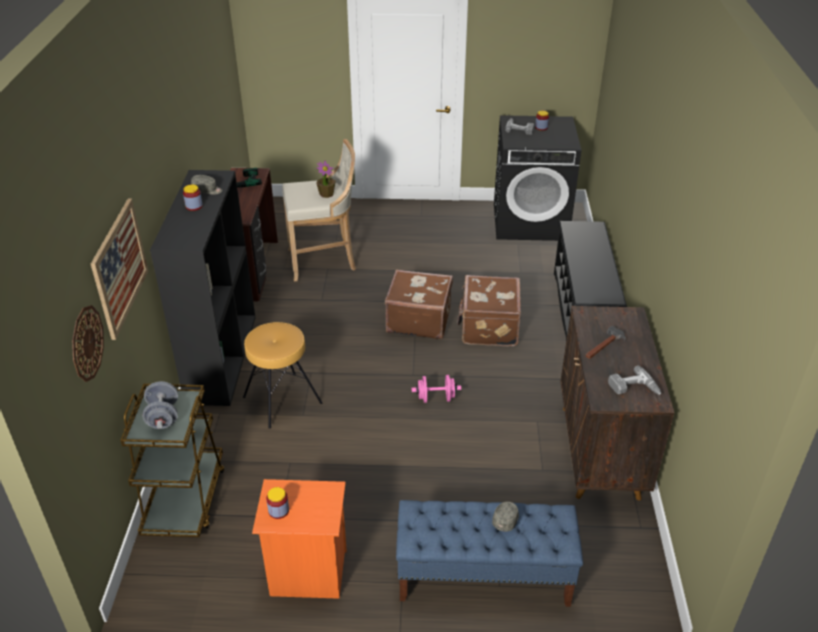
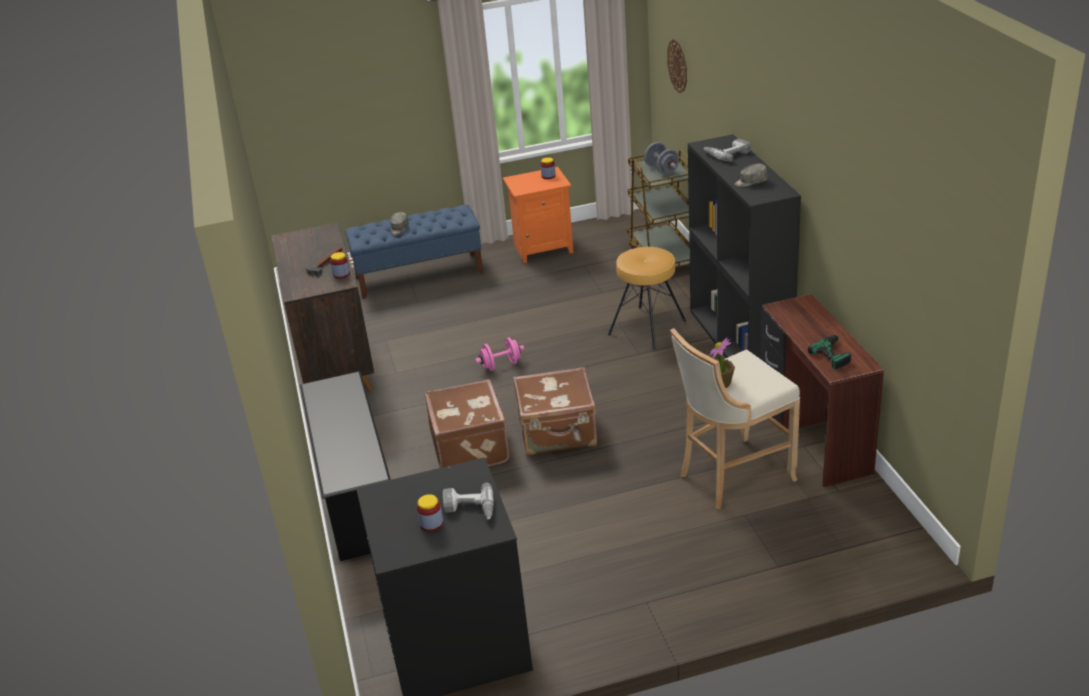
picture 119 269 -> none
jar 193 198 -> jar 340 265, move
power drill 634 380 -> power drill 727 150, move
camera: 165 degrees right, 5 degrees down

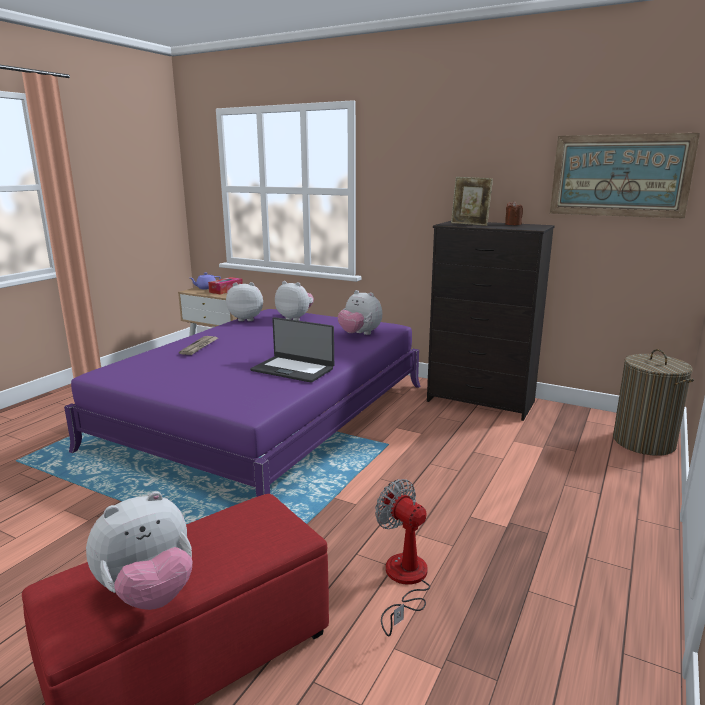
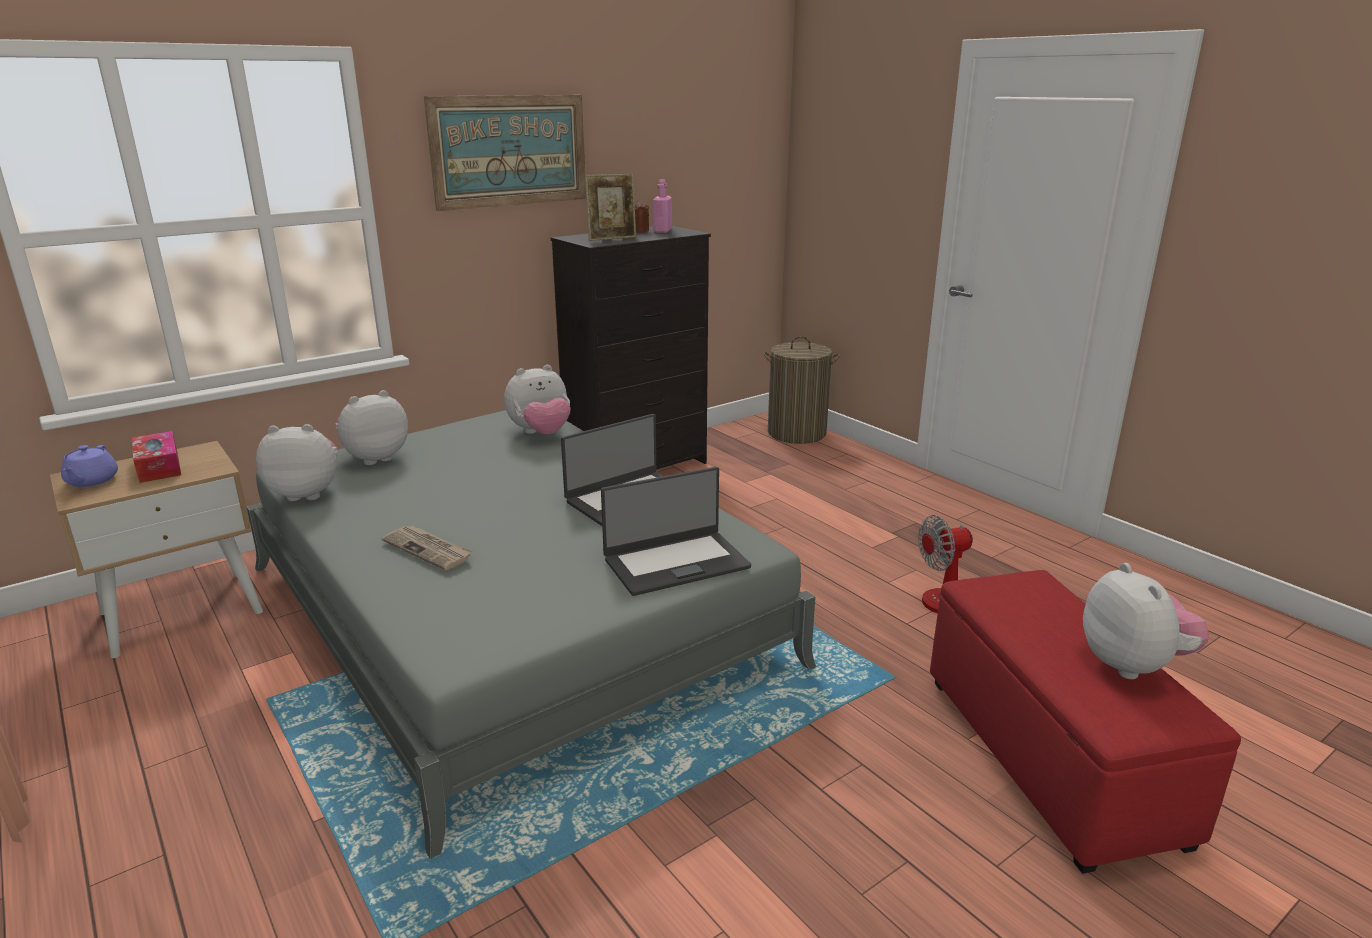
purple bed 242 403 -> grey bed 531 634
plush toy 244 301 -> plush toy 296 462, 60 degrees clockwise
picture 625 176 -> picture 505 153, move
none -> laptop 676 531
none -> pink bottle 662 206
camera: 65 degrees left, 5 degrees up

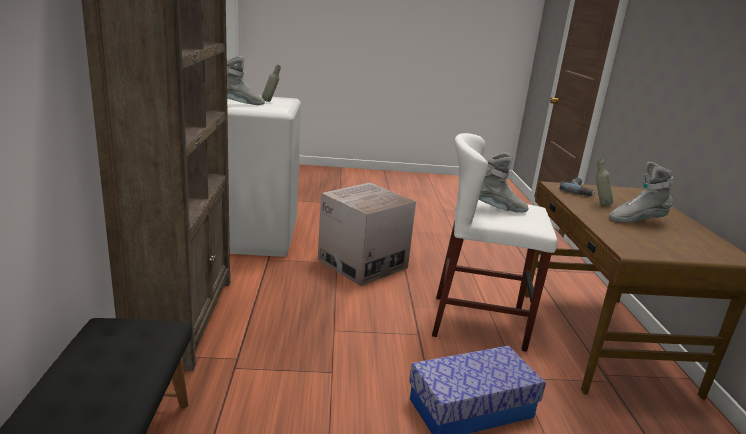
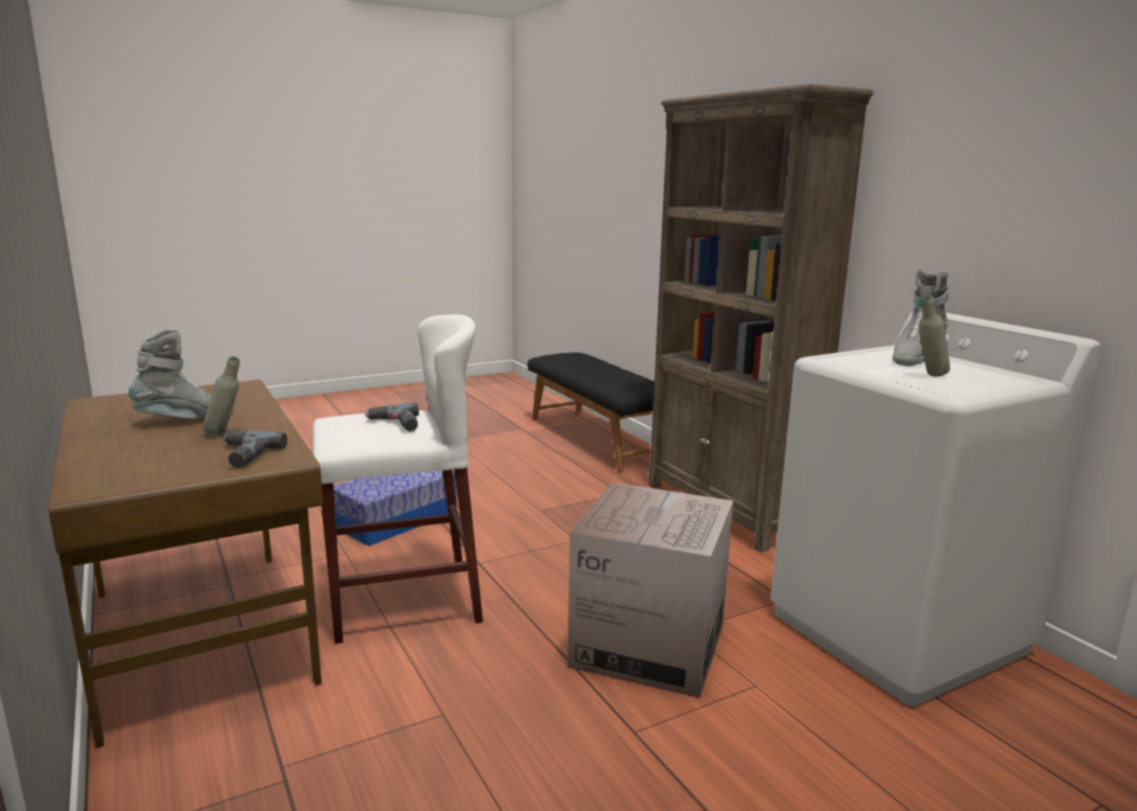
grey boot 503 183 -> power drill 392 417
camera: 155 degrees right, 5 degrees down

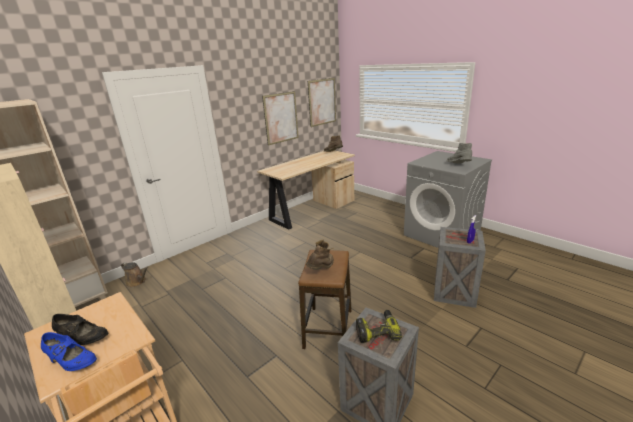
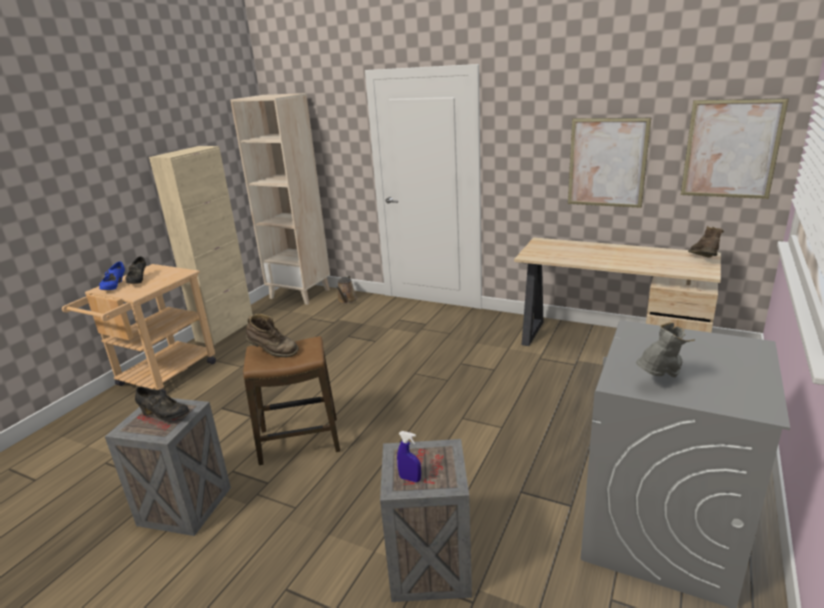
power drill 379 326 -> black shoe 162 403
camera: 70 degrees right, 0 degrees up

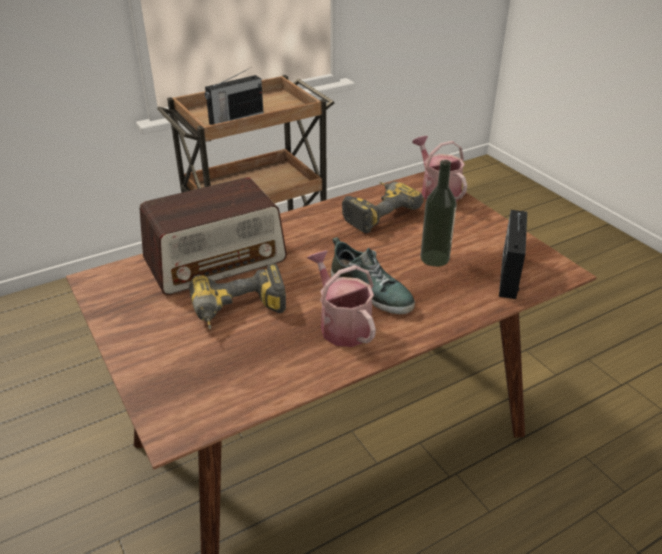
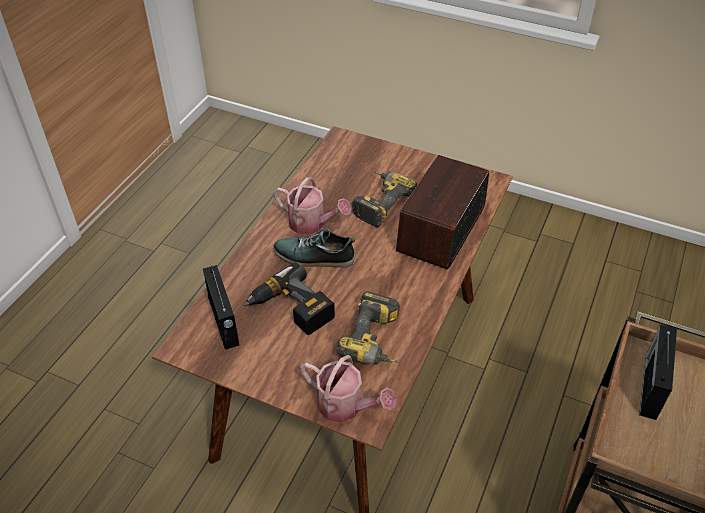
bottle 438 213 -> power drill 289 298
camera: 145 degrees right, 10 degrees up

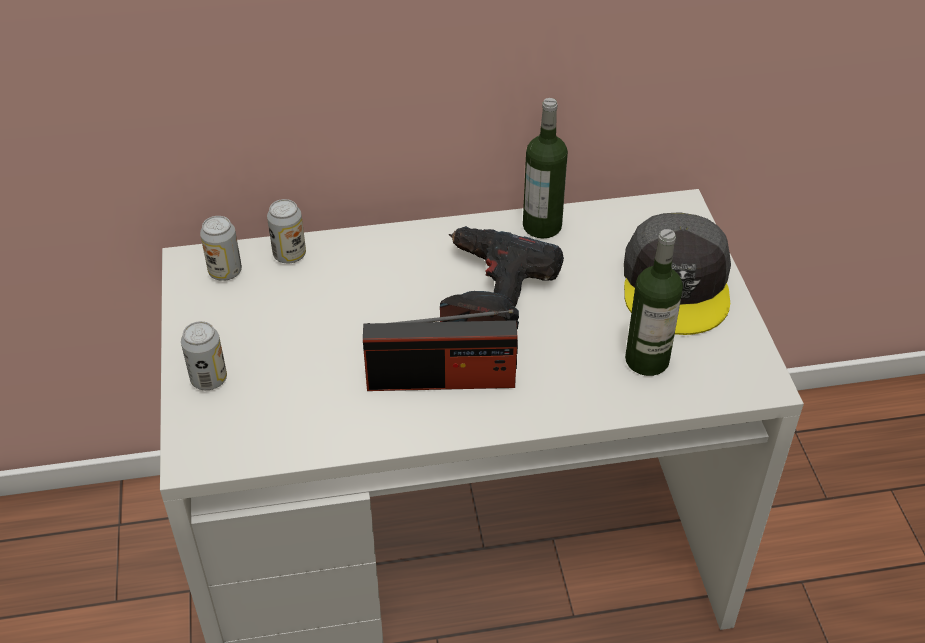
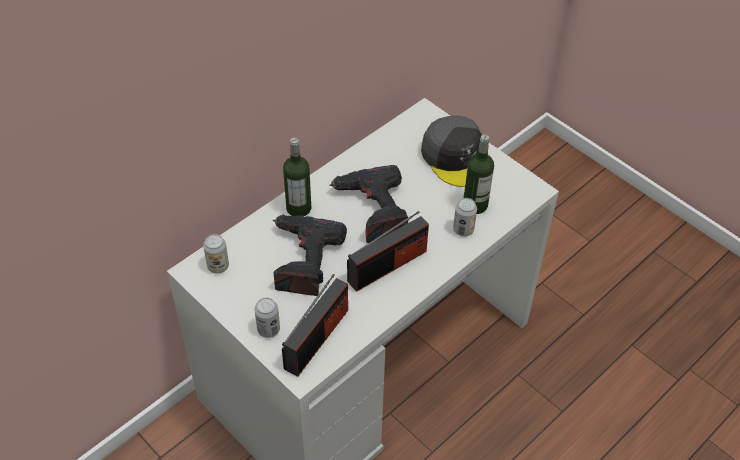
can 286 231 -> can 465 217, move
bottle 545 168 -> bottle 297 176, move
none -> power drill 310 255
none -> radio 315 325
camera: 35 degrees left, 5 degrees up

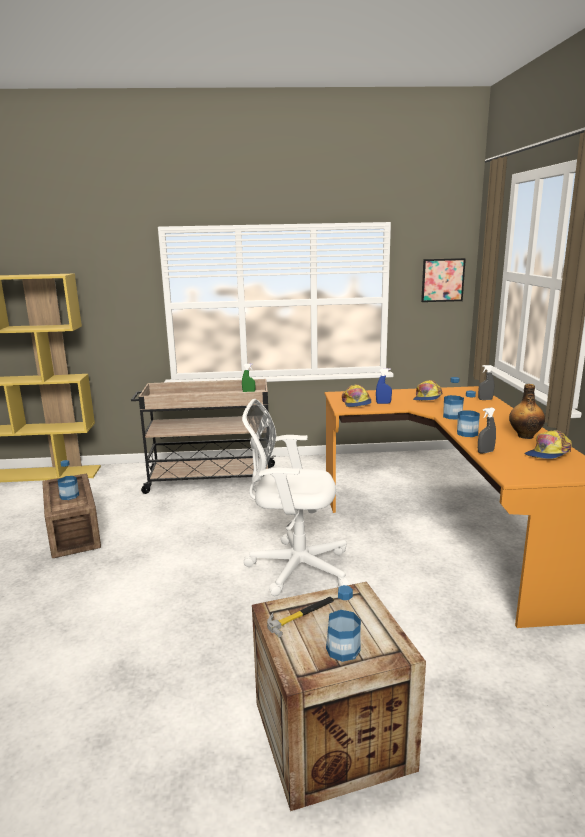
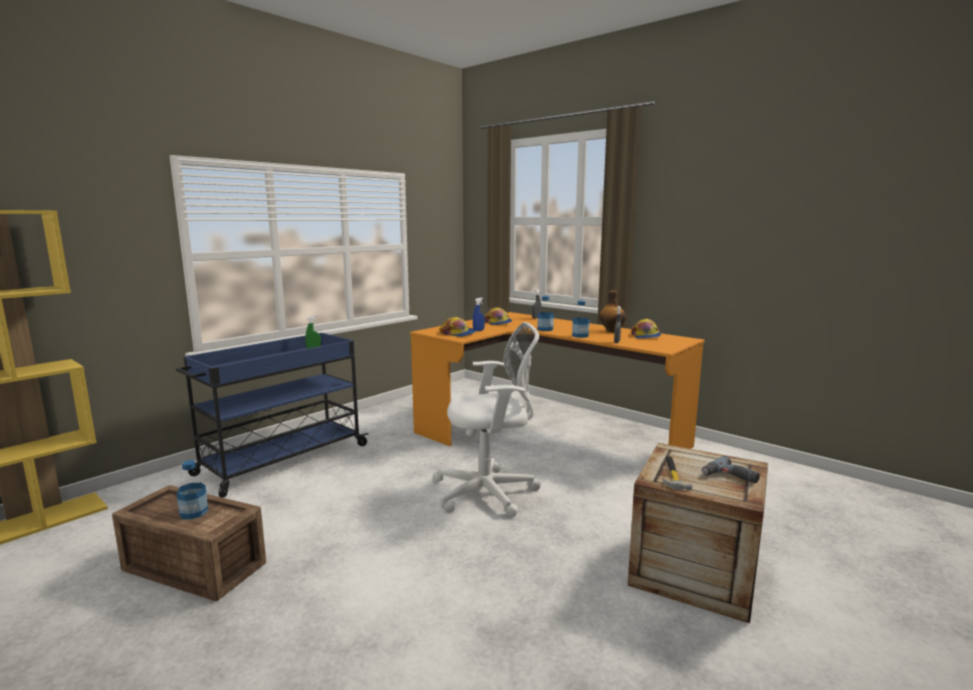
beige cart 203 436 -> blue cart 272 415
white office chair 295 497 -> white office chair 487 419, 150 degrees counterclockwise
bottle 343 623 -> power drill 731 469
picture 443 280 -> none
camera: 45 degrees left, 5 degrees down

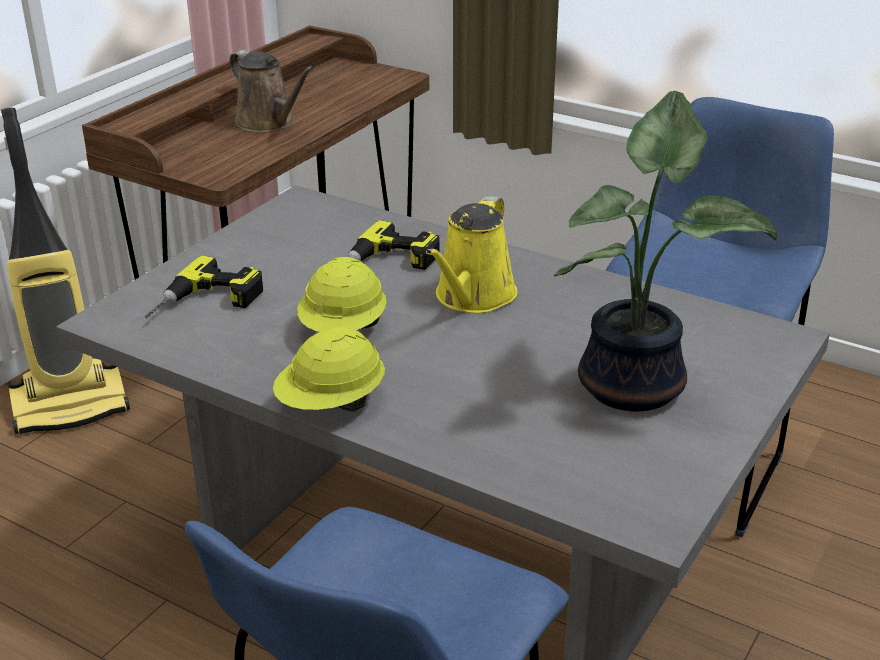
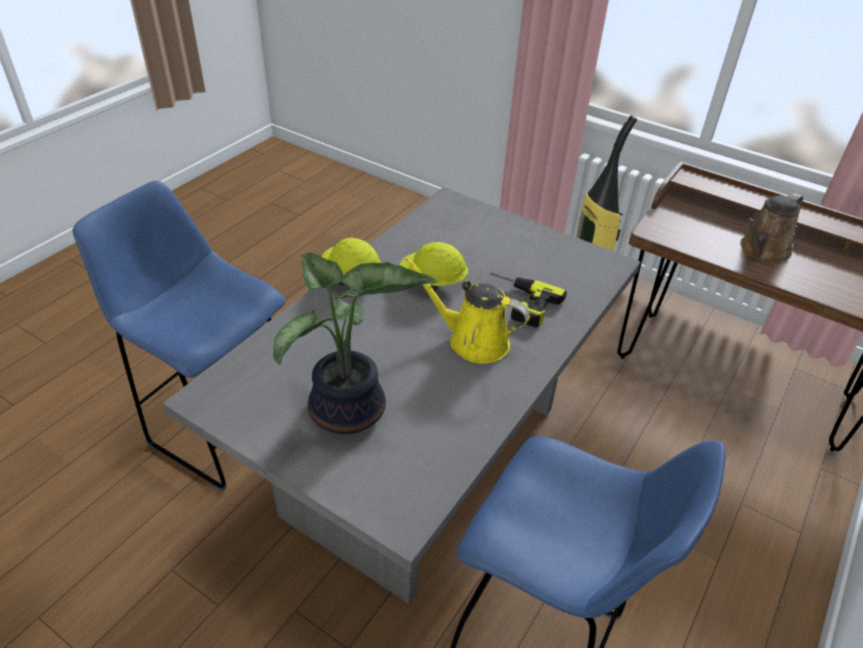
power drill 204 287 -> none
camera: 90 degrees right, 10 degrees up

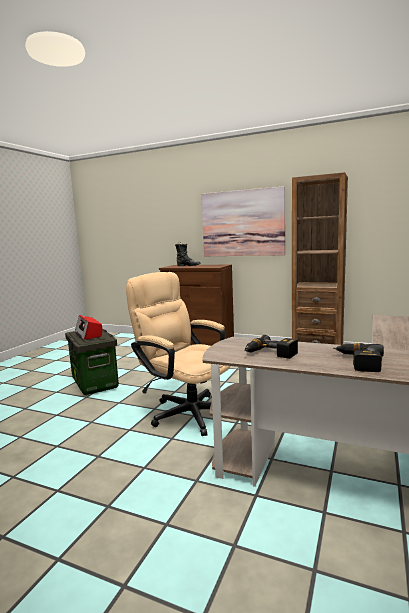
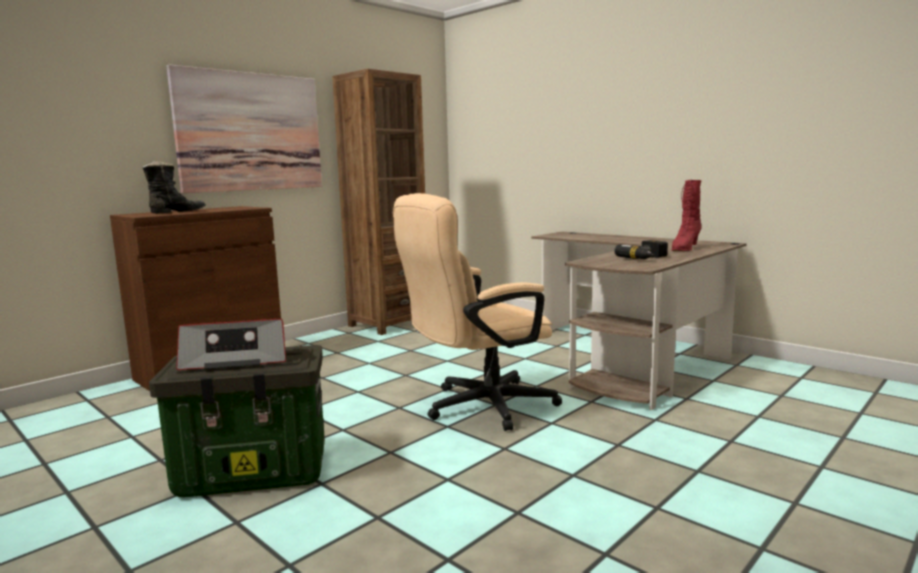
power drill 358 357 -> red boot 687 215
camera: 70 degrees left, 0 degrees up

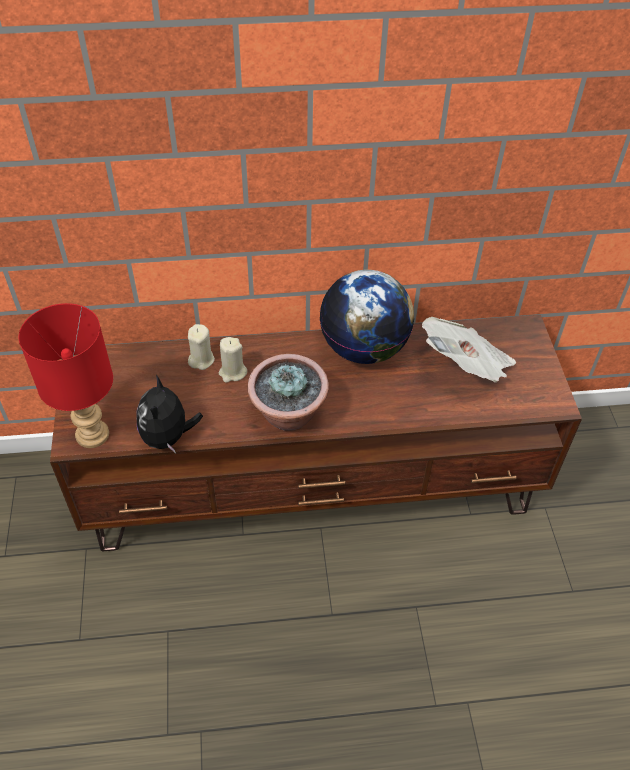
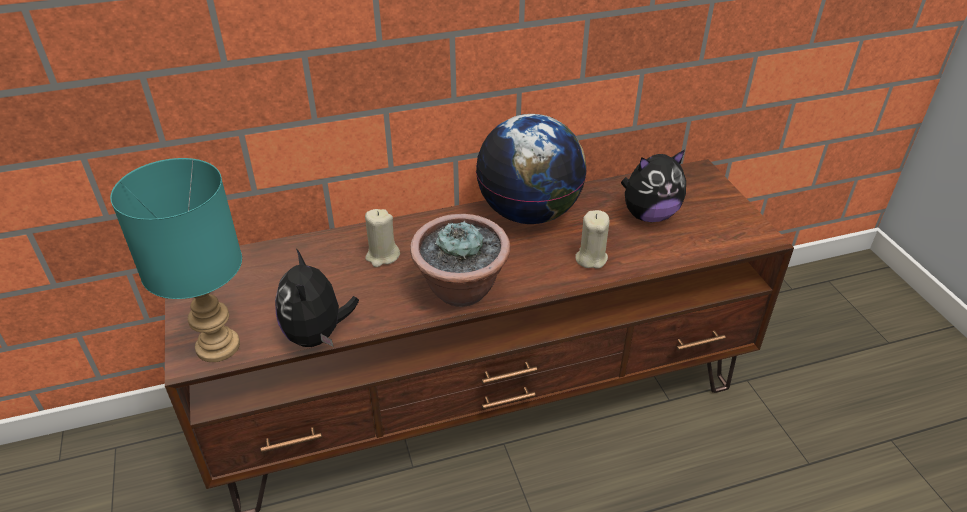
red table lamp 66 375 -> turquoise table lamp 176 260
beige candle 201 347 -> beige candle 592 239, move
newspaper 469 349 -> plush toy 653 186
camera: 10 degrees left, 10 degrees down

